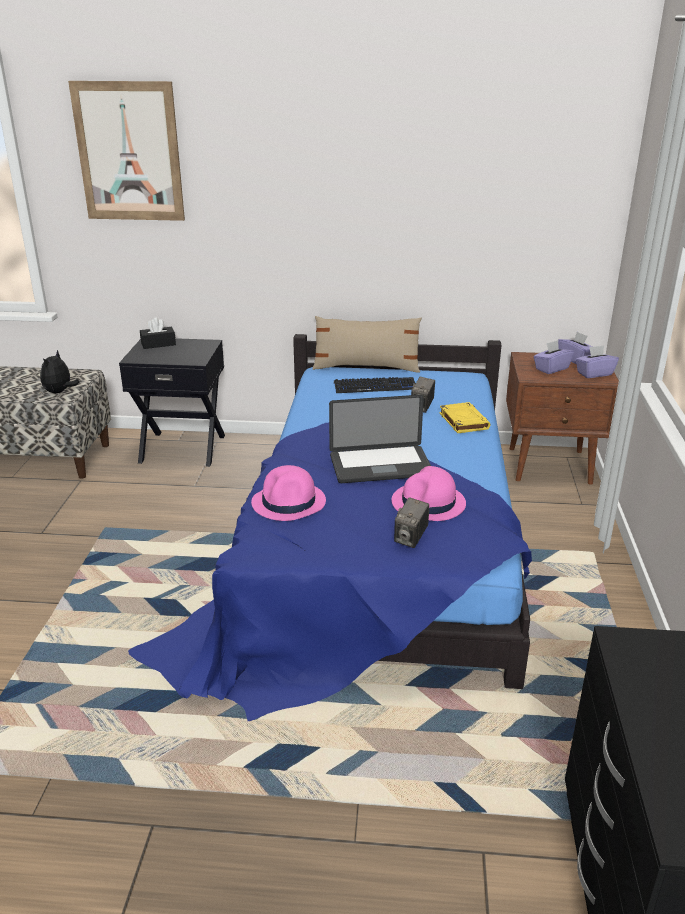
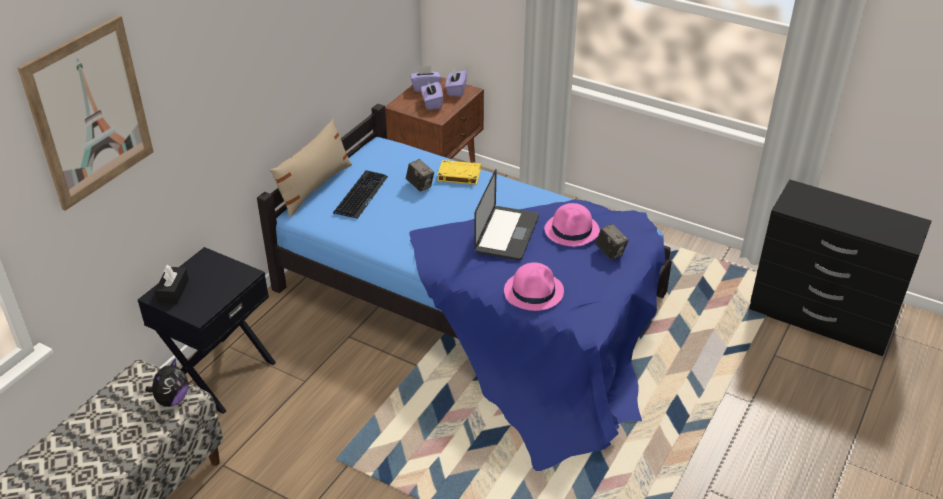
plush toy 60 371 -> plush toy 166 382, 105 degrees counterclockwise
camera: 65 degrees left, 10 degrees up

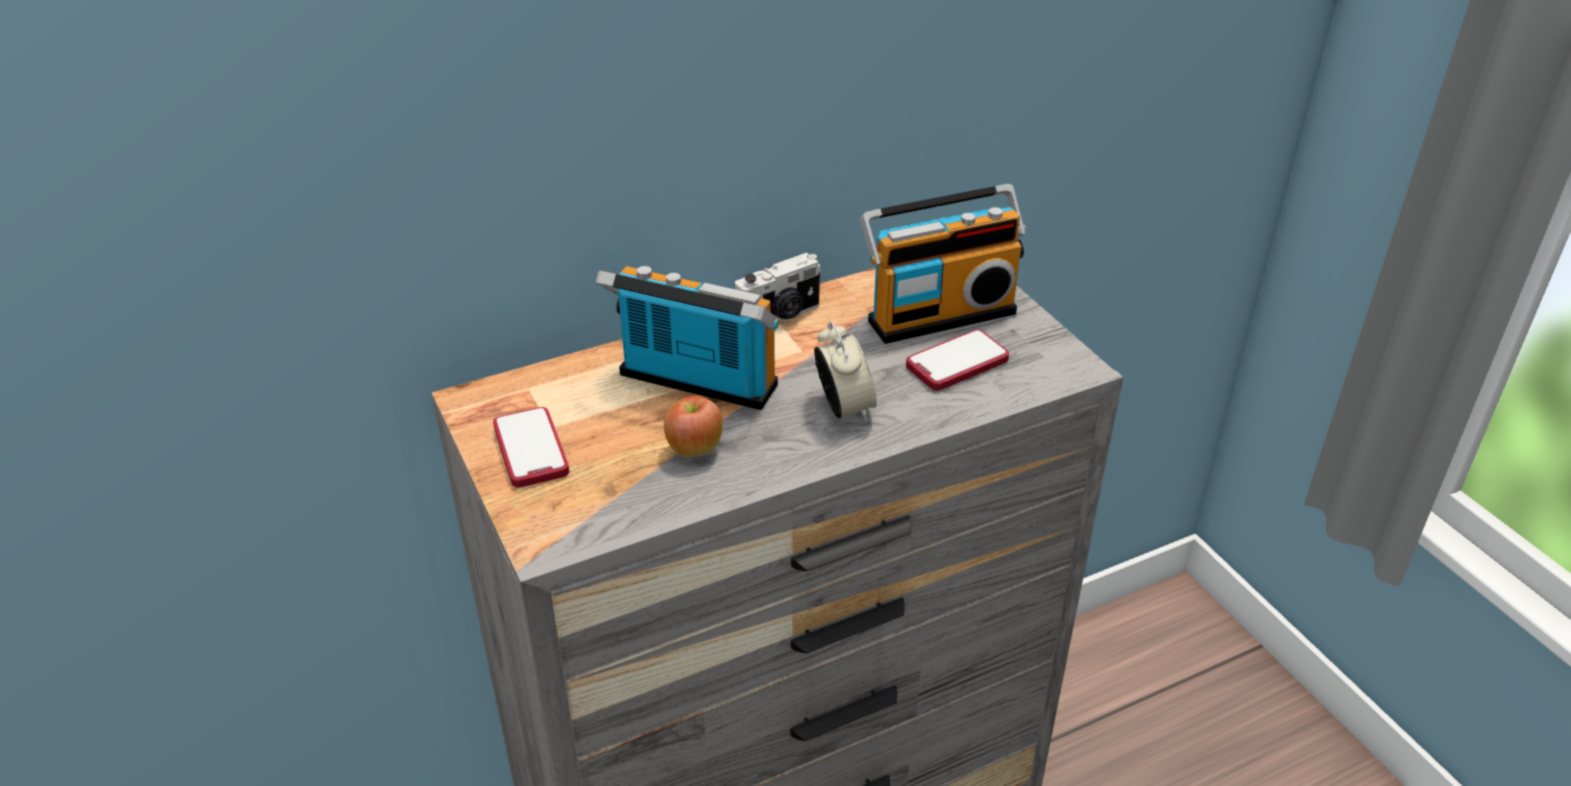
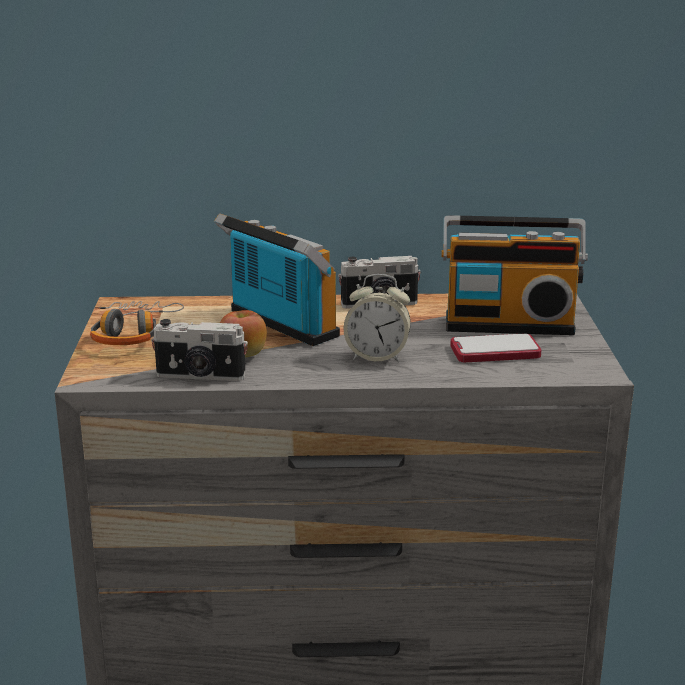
phone 531 447 -> headphones 137 323
alarm clock 845 371 -> alarm clock 377 318, 90 degrees clockwise
none -> photo camera 199 350
camera: 25 degrees right, 15 degrees down

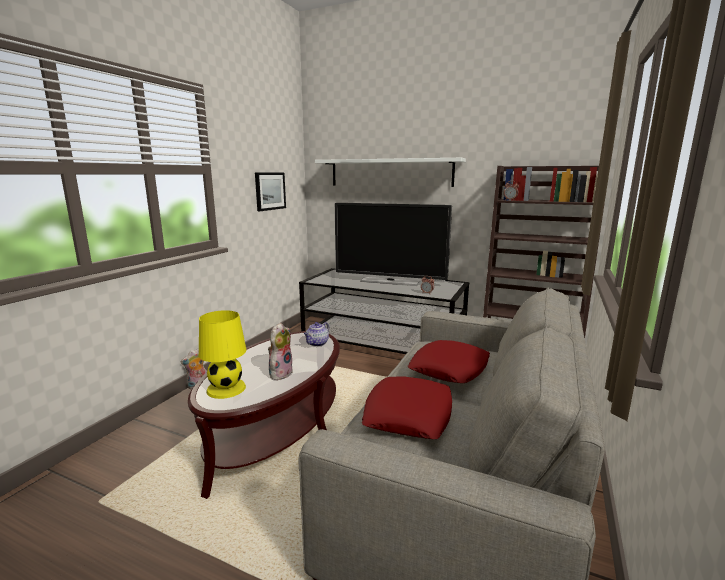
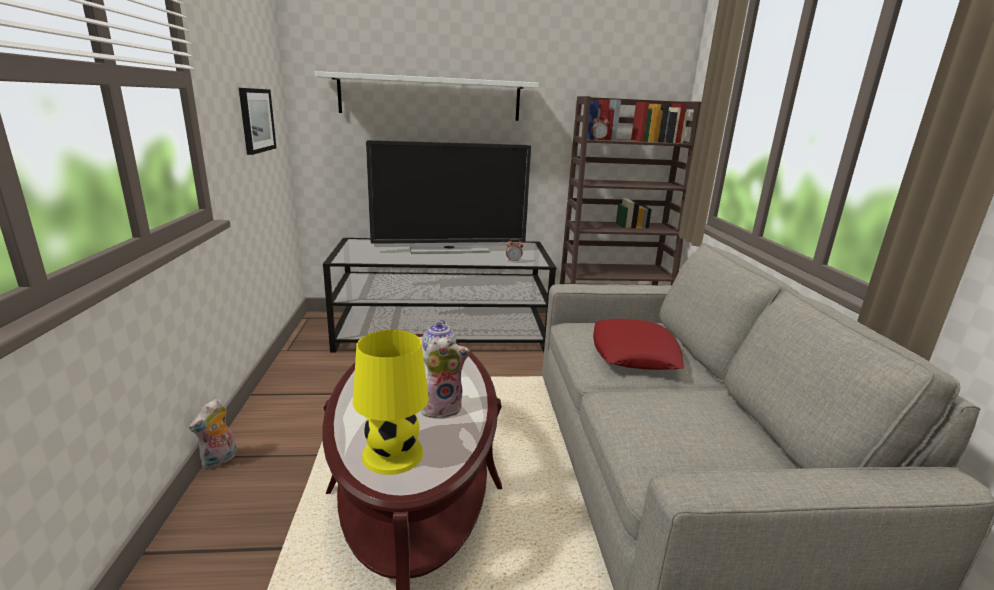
plush toy 280 351 -> plush toy 445 377, 75 degrees clockwise
red pillow 407 407 -> none
camera: 30 degrees left, 5 degrees up

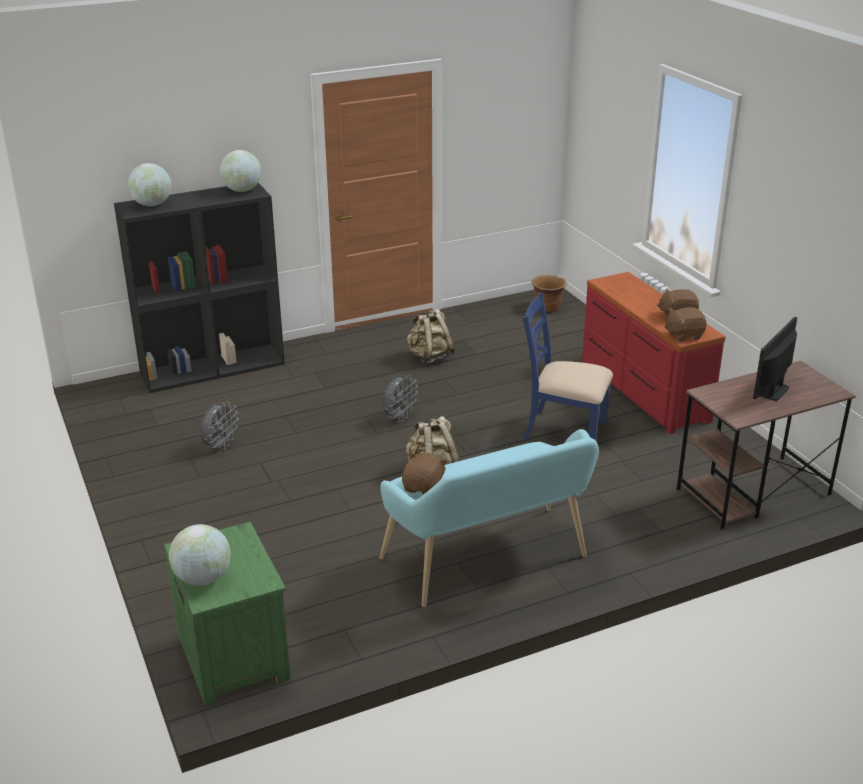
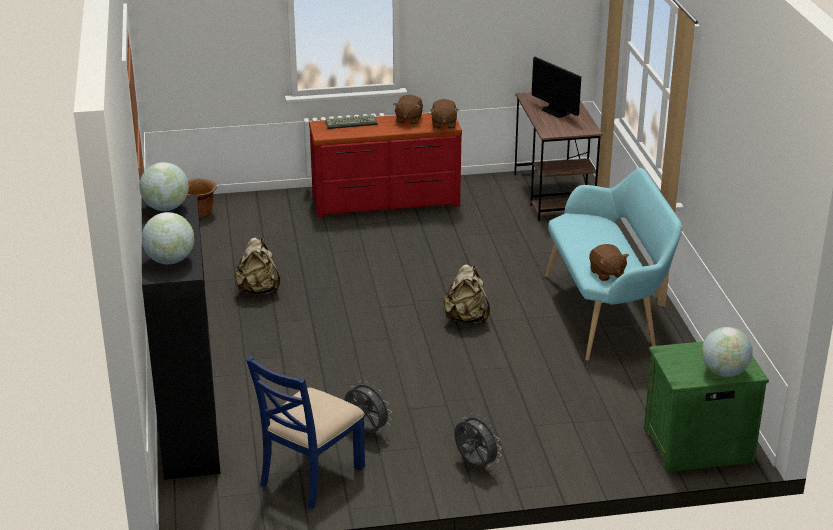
grey fan 400 398 -> grey fan 478 440, move
brown plush toy 424 474 -> brown plush toy 609 262, 150 degrees counterclockwise
blue chair 568 367 -> blue chair 305 432, move
none -> keyboard 351 122
camera: 75 degrees left, 0 degrees up

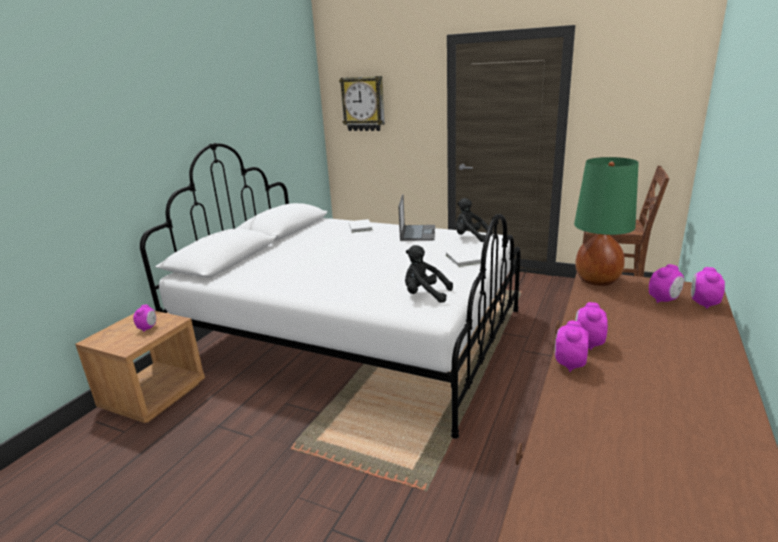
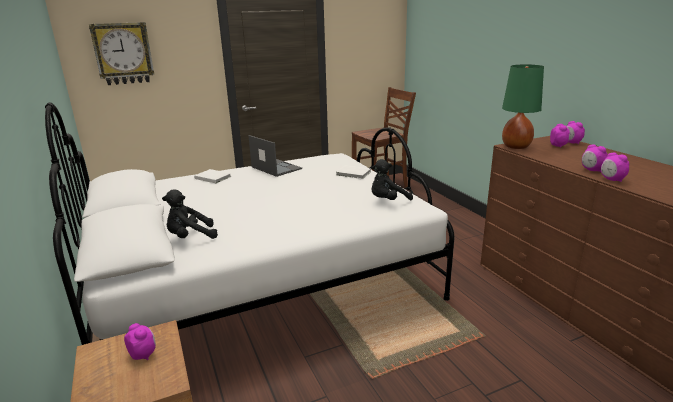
black plush toy 474 220 -> black plush toy 190 214, move
camera: 50 degrees left, 0 degrees up

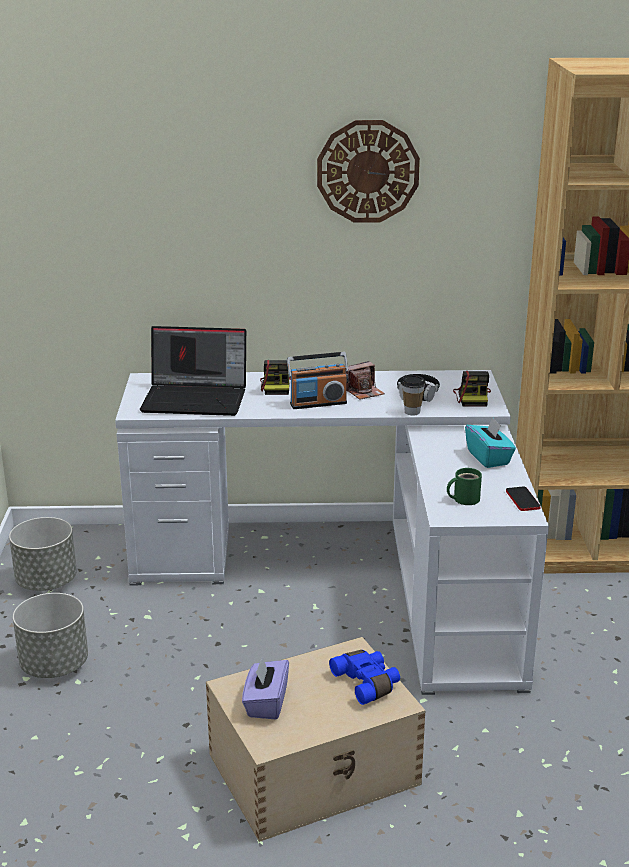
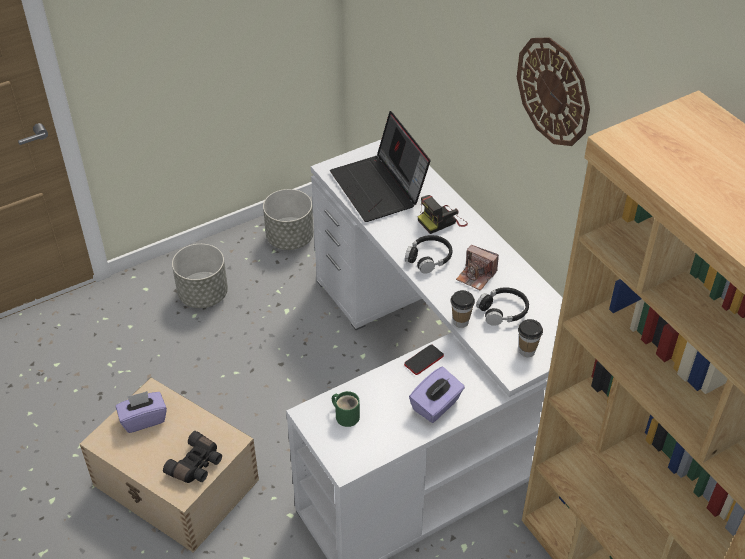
radio 318 380 -> black headphones 428 254
blue binoculars 364 677 -> black binoculars 192 457
photo camera 472 389 -> cup 530 338
turquoise tissue box 490 442 -> purple tissue box 437 395
phone 523 498 -> phone 424 359, move
camera: 60 degrees right, 20 degrees up

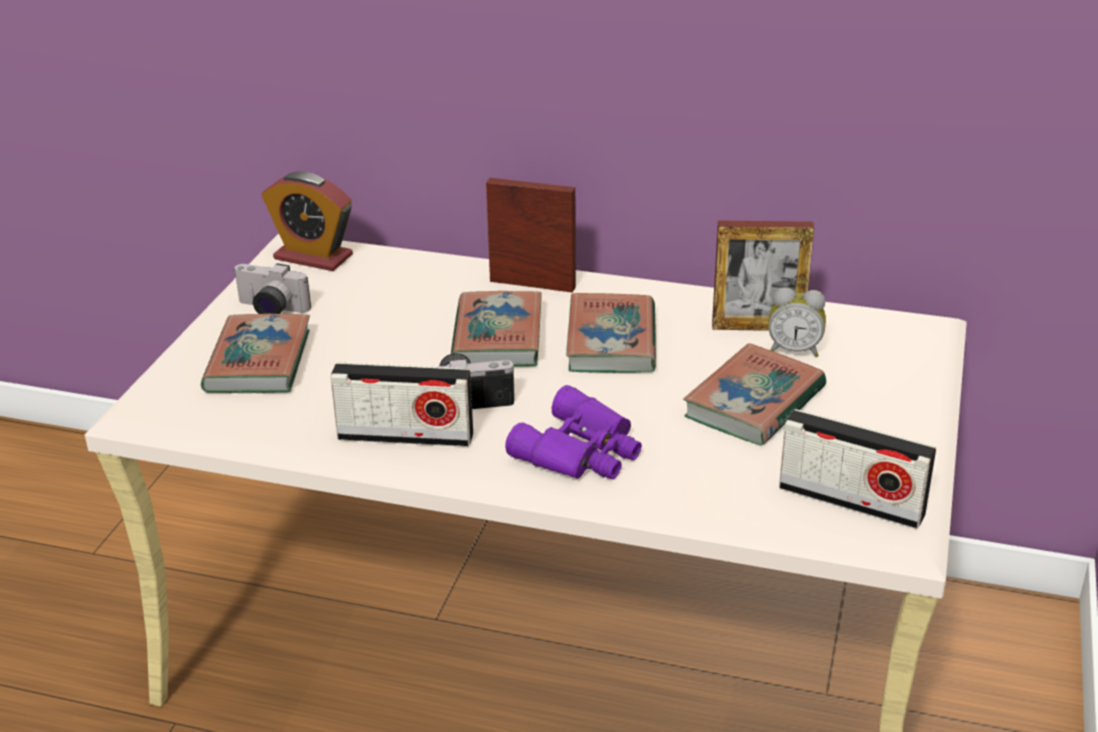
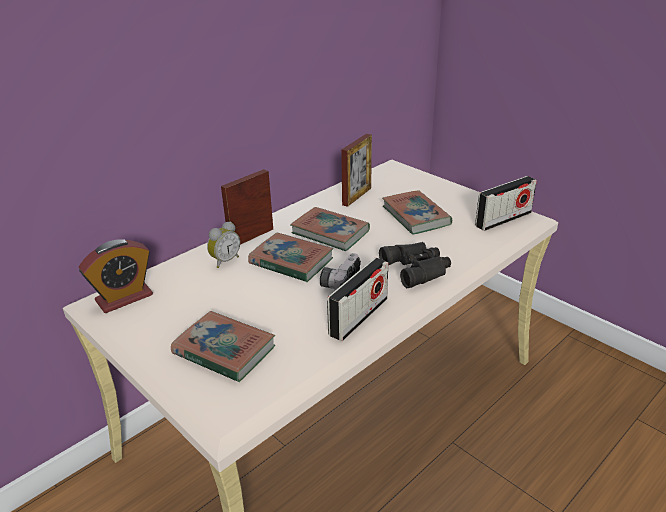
photo camera 272 288 -> none
purple binoculars 573 432 -> black binoculars 415 265
alarm clock 797 322 -> alarm clock 223 244, move
camera: 60 degrees left, 0 degrees up

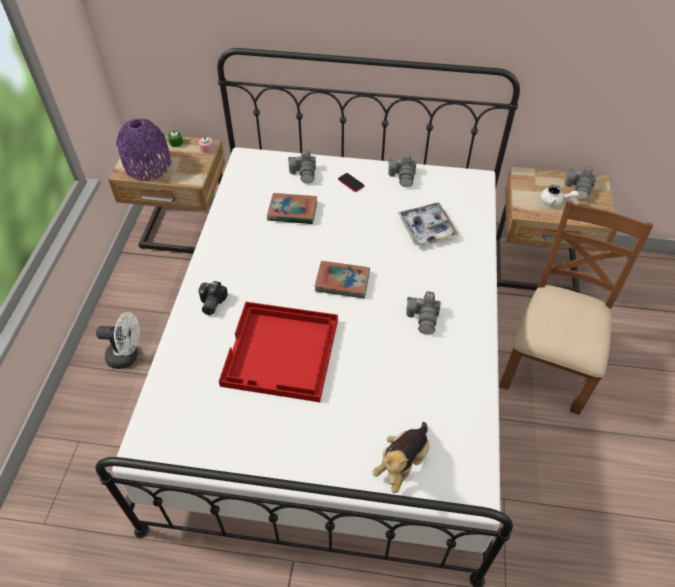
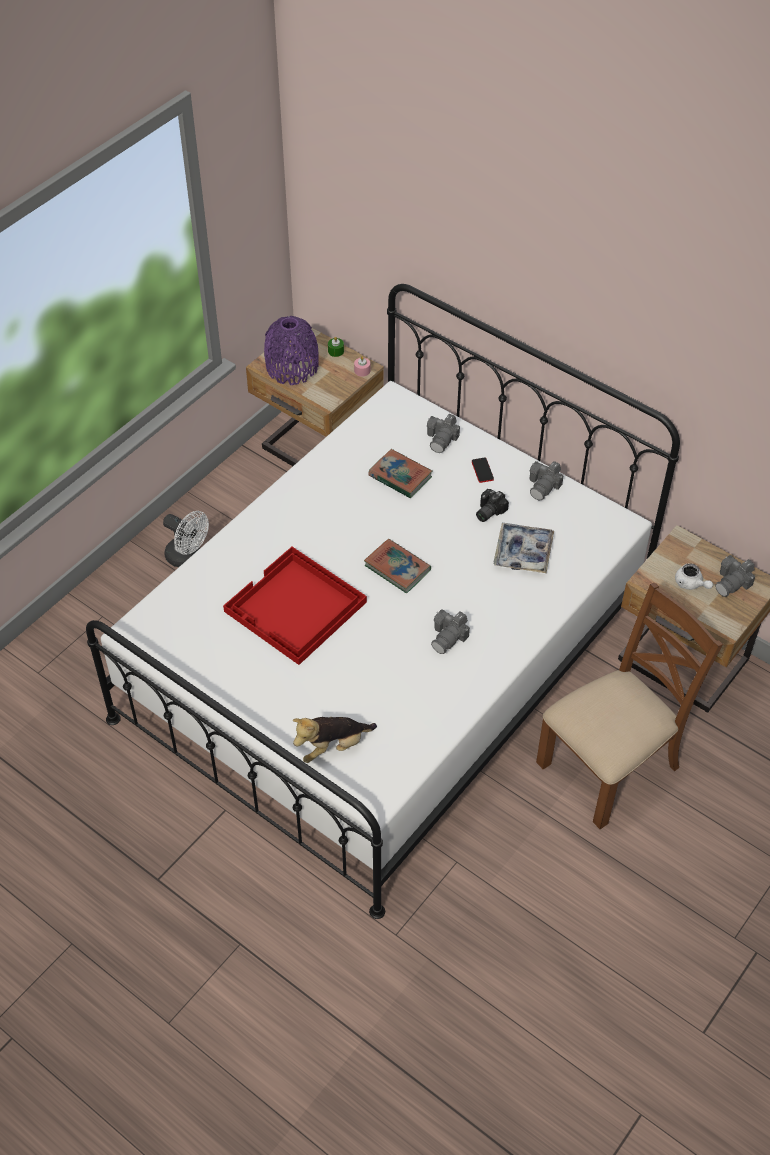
photo camera 213 298 -> photo camera 492 505, move
camera: 30 degrees right, 0 degrees up

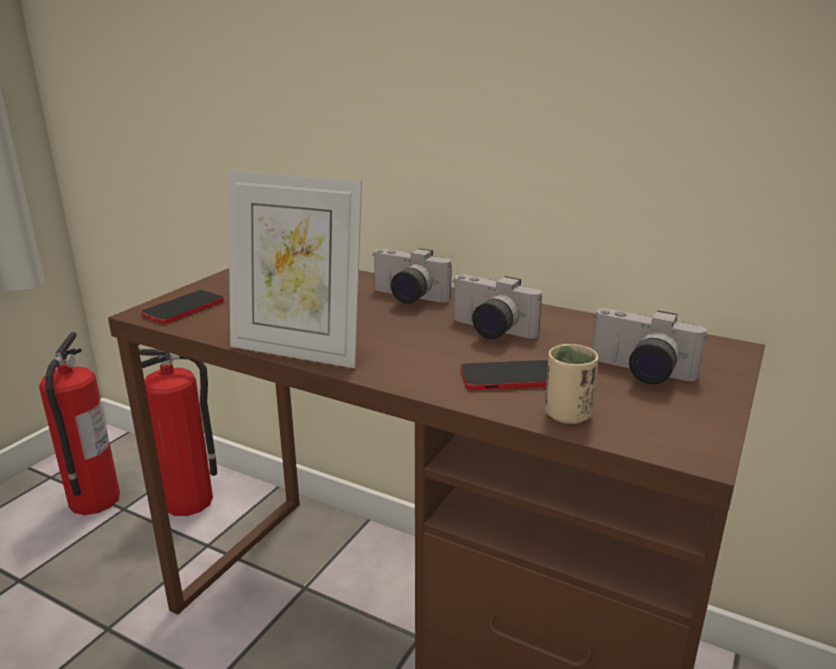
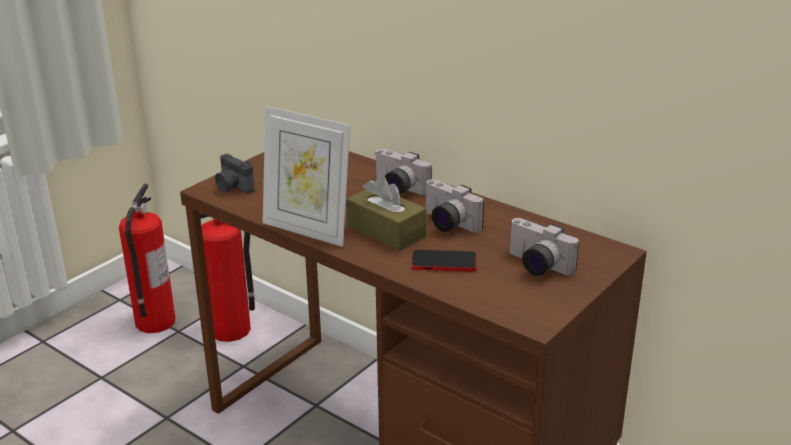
phone 182 307 -> photo camera 235 173
beige cup 571 384 -> none
none -> brown tissue box 386 213
camera: 10 degrees right, 5 degrees up

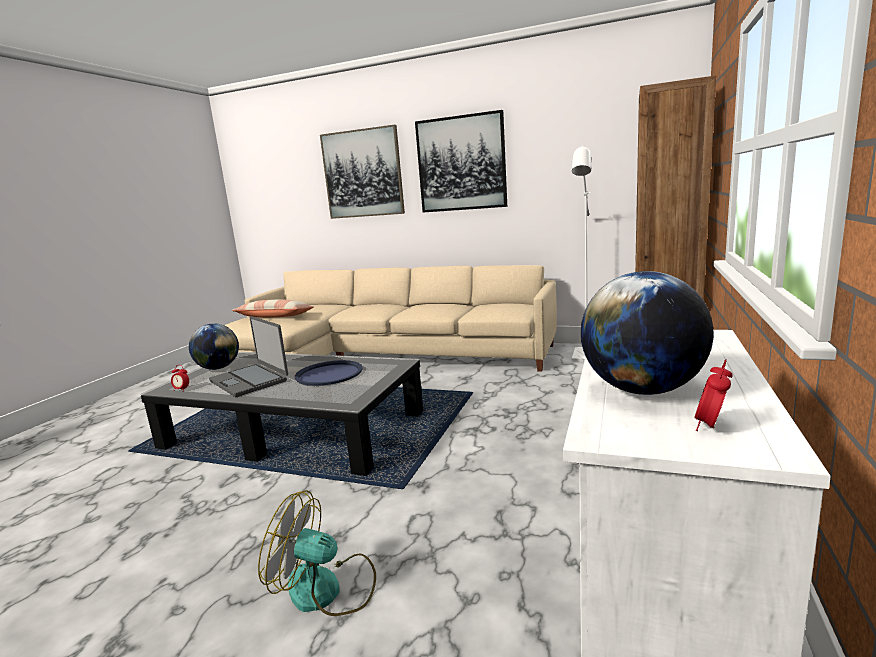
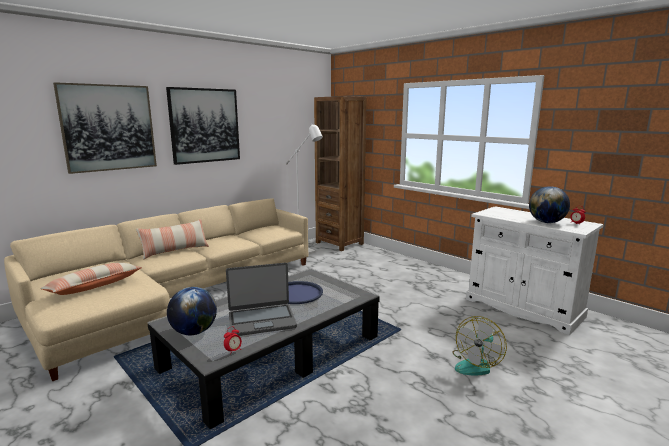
none -> pillow 172 239
camera: 65 degrees left, 0 degrees up

